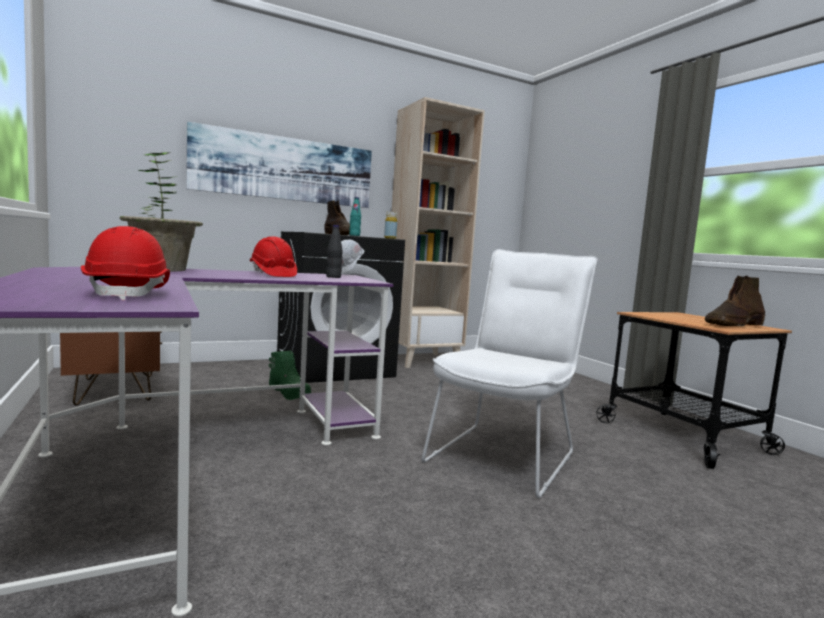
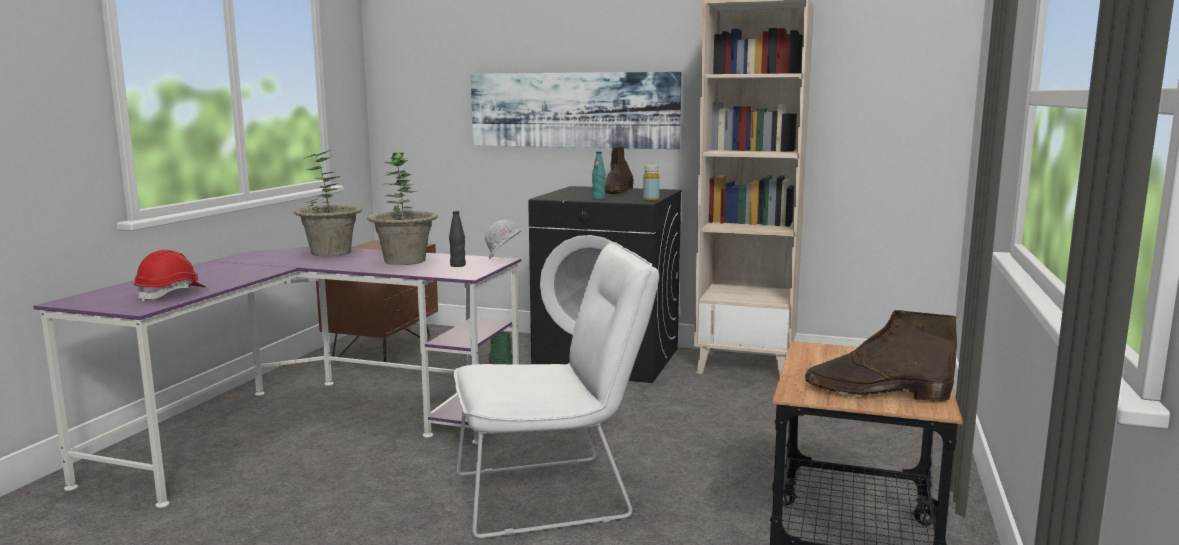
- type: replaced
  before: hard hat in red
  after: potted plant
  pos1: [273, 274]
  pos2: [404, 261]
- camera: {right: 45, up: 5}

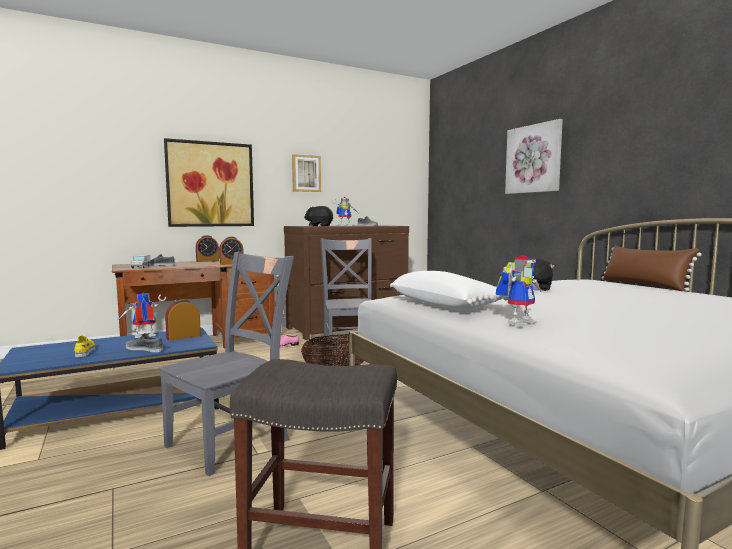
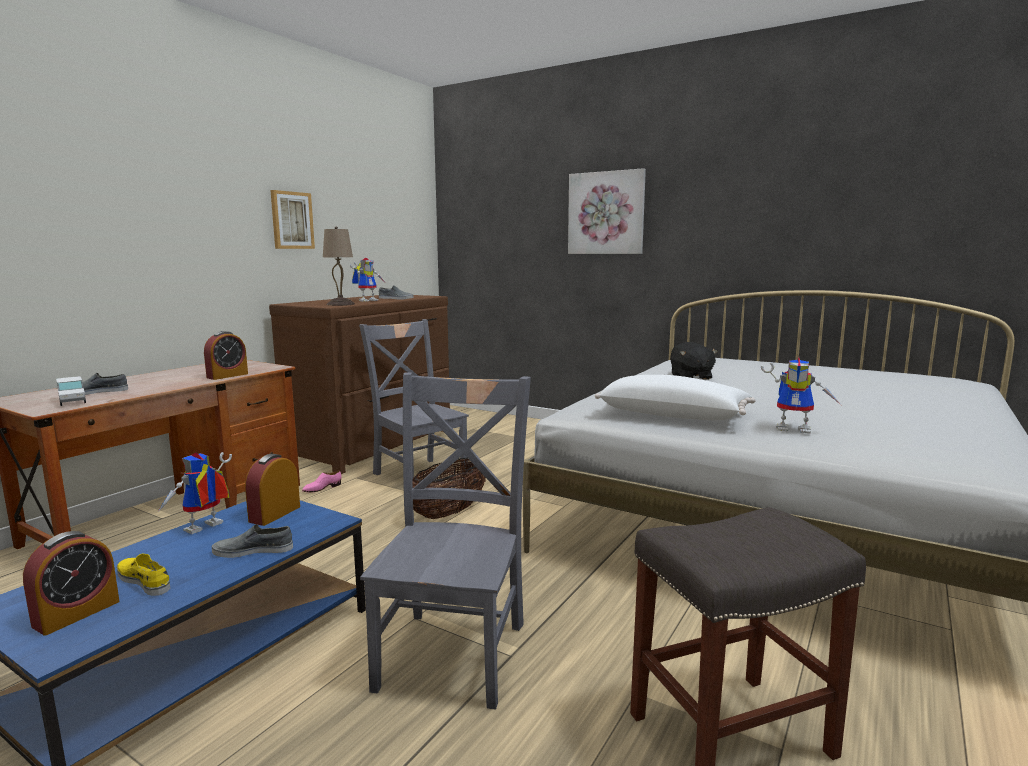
- type: removed
  before: picture
  pos1: [210, 184]
- type: moved
  before: alarm clock
  pos1: [207, 261]
  pos2: [76, 613]
- type: replaced
  before: plush toy in black
  after: table lamp in beige
  pos1: [319, 226]
  pos2: [341, 304]
- type: turned
  before: toy robot
  pos1: [519, 322]
  pos2: [796, 429]
  turn: 90
- type: removed
  before: pillow in brown
  pos1: [644, 285]
- camera: {right: -30, up: 5}

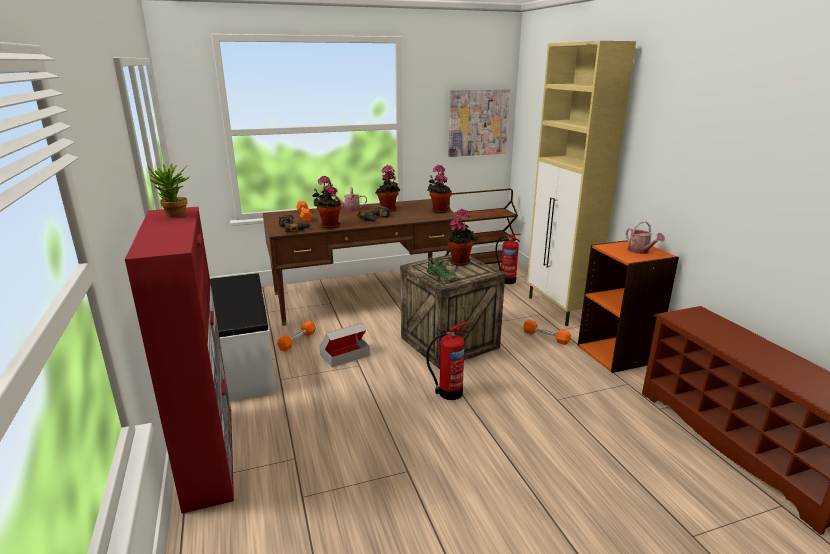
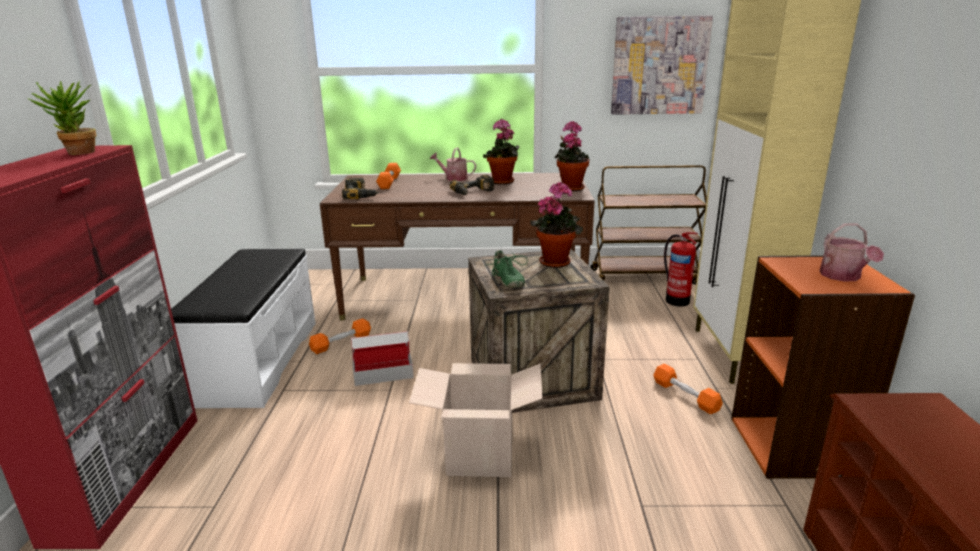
- type: removed
  before: potted plant
  pos1: [328, 226]
- type: replaced
  before: fire extinguisher
  after: cardboard box
  pos1: [448, 393]
  pos2: [480, 456]
- camera: {right: 20, up: 0}

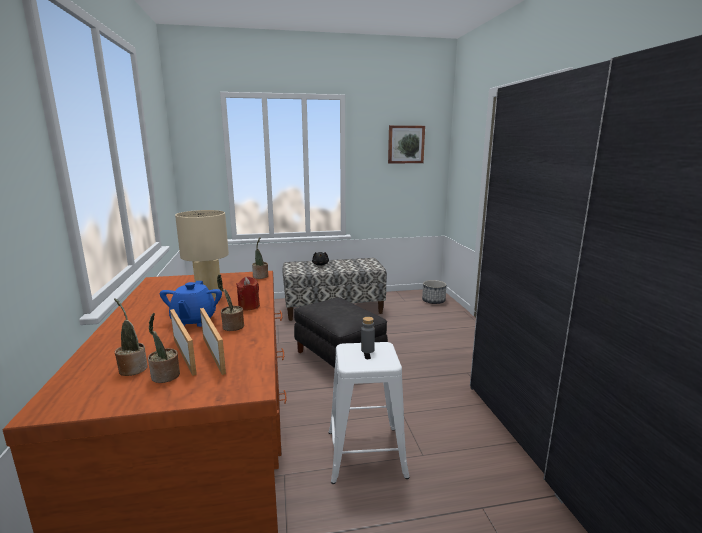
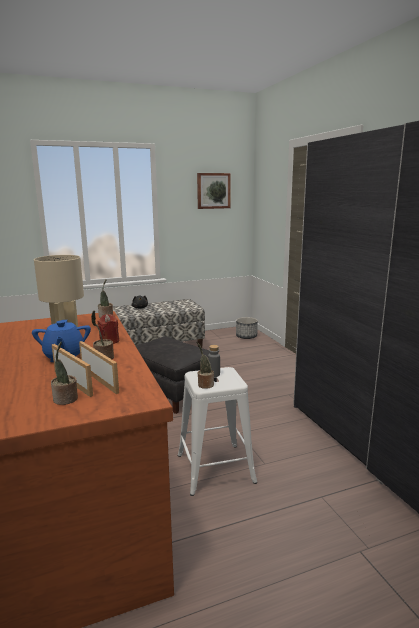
- type: moved
  before: potted plant
  pos1: [132, 368]
  pos2: [204, 384]
- camera: {right: -10, up: 0}

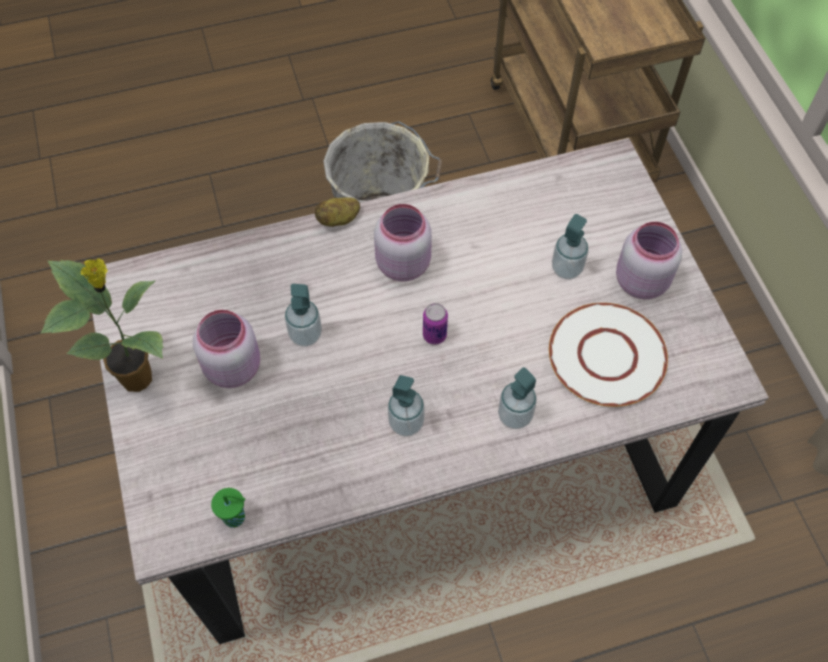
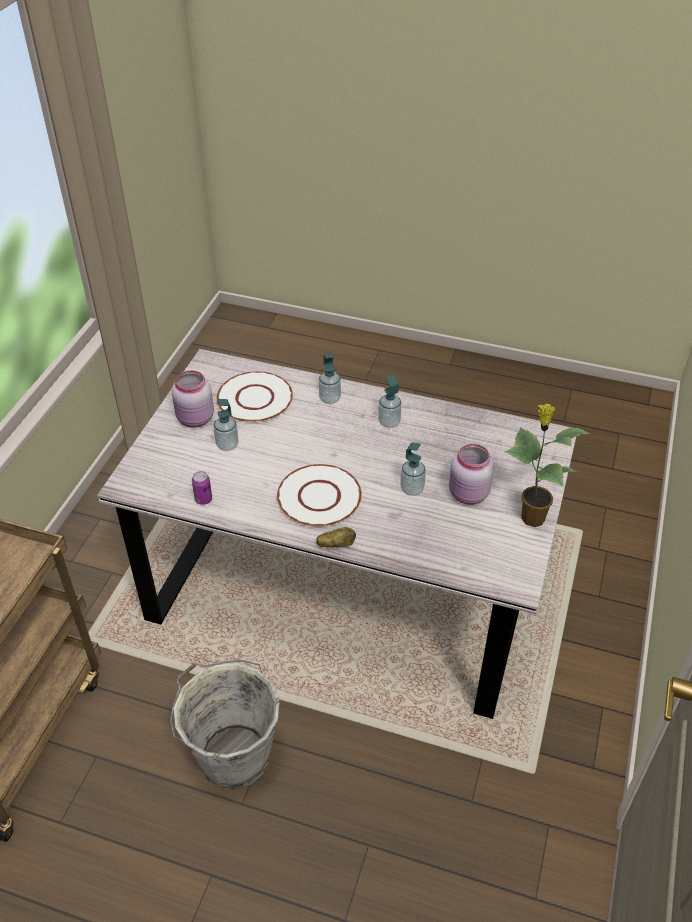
- type: removed
  before: cup in green
  pos1: [235, 517]
- type: replaced
  before: jar in pink
  after: plate in white
  pos1: [402, 263]
  pos2: [319, 497]
- type: moved
  before: can
  pos1: [434, 335]
  pos2: [203, 499]
- camera: {right: -145, up: -15}

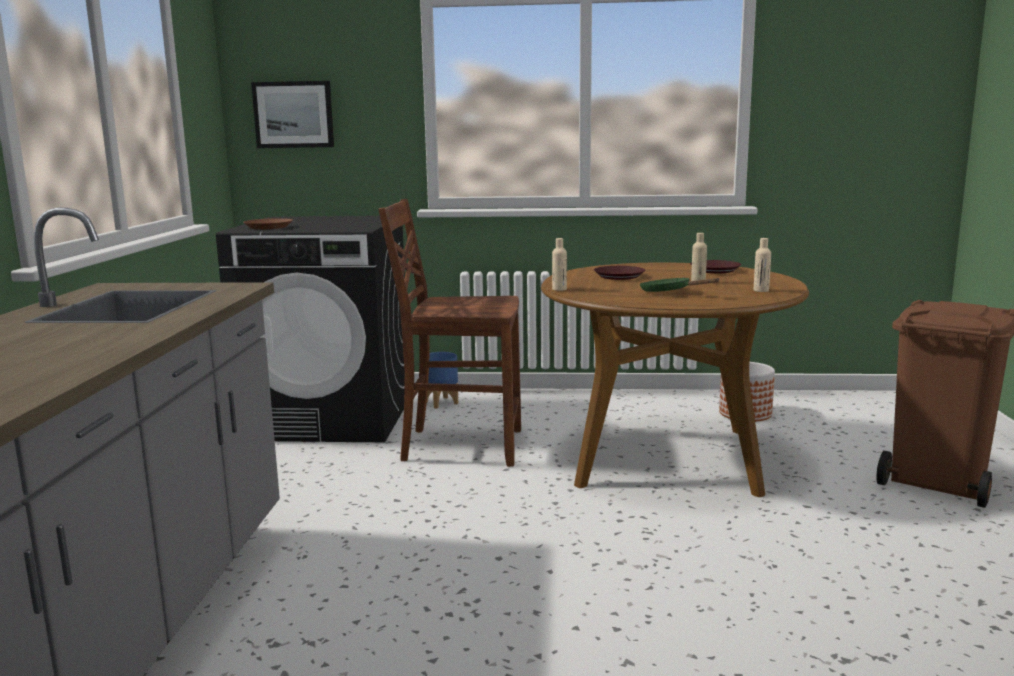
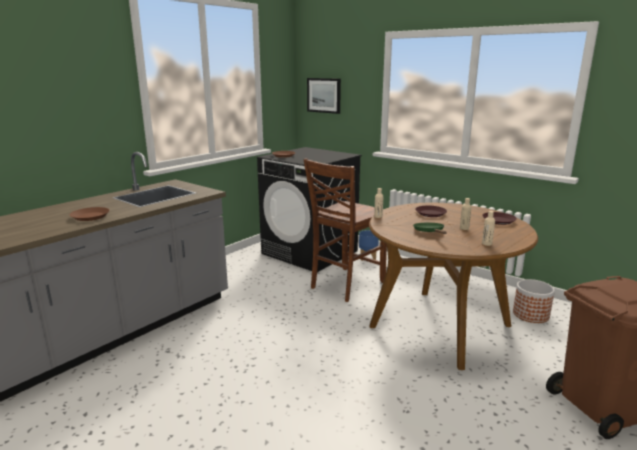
- type: turned
  before: chair in brown
  pos1: [460, 446]
  pos2: [345, 285]
  turn: -90
- type: added
  after: plate in brown
  pos2: [91, 217]
- camera: {right: 35, up: 5}

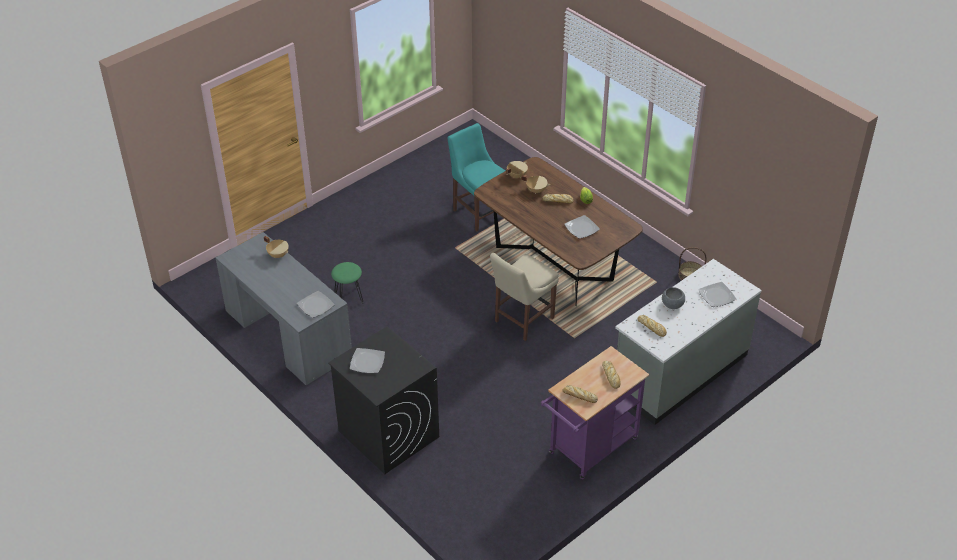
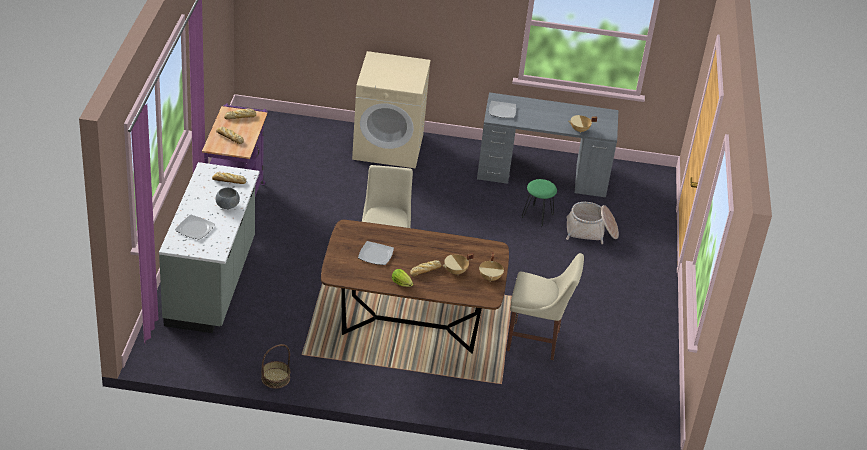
- type: recoloured
  before: washing machine in black
  after: washing machine in beige
  pos1: [388, 433]
  pos2: [388, 146]
- type: removed
  before: plate
  pos1: [368, 362]
- type: recoloured
  before: chair in turquoise
  after: chair in beige
  pos1: [478, 211]
  pos2: [536, 341]
- type: added
  after: basket
  pos2: [591, 232]
- camera: {right: 135, up: -5}

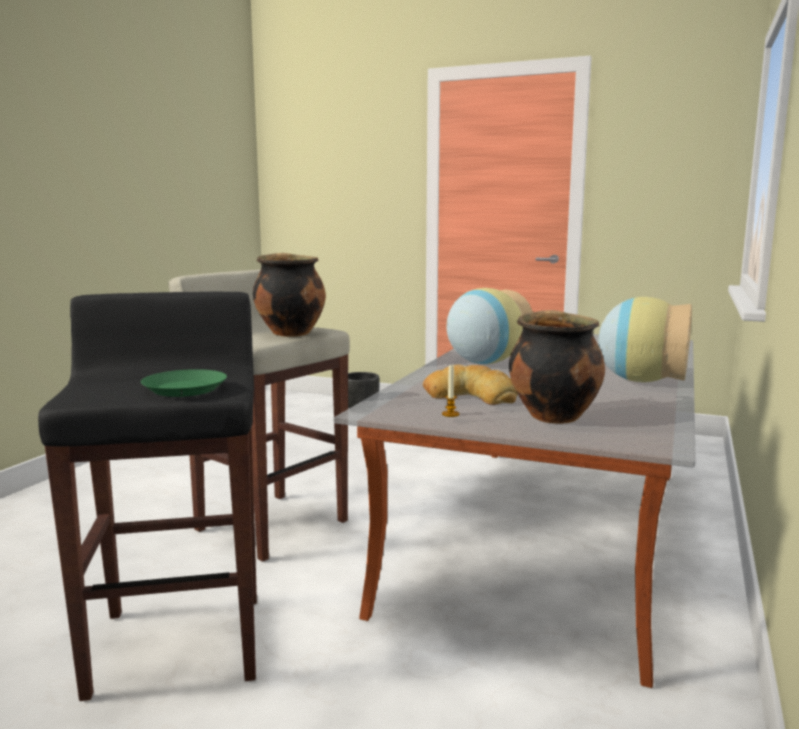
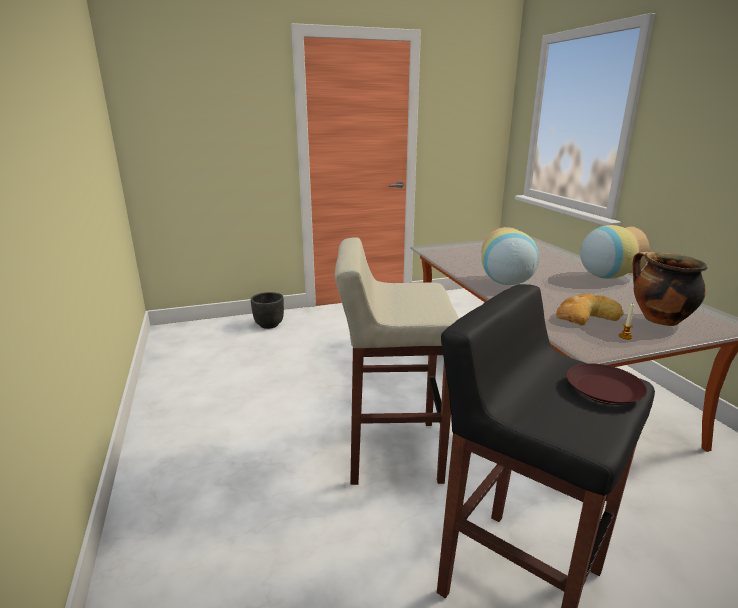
- type: recoloured
  before: plate in green
  after: plate in brown
  pos1: [184, 389]
  pos2: [603, 390]
- type: removed
  before: cooking pot
  pos1: [289, 333]
- camera: {right: -40, up: 10}

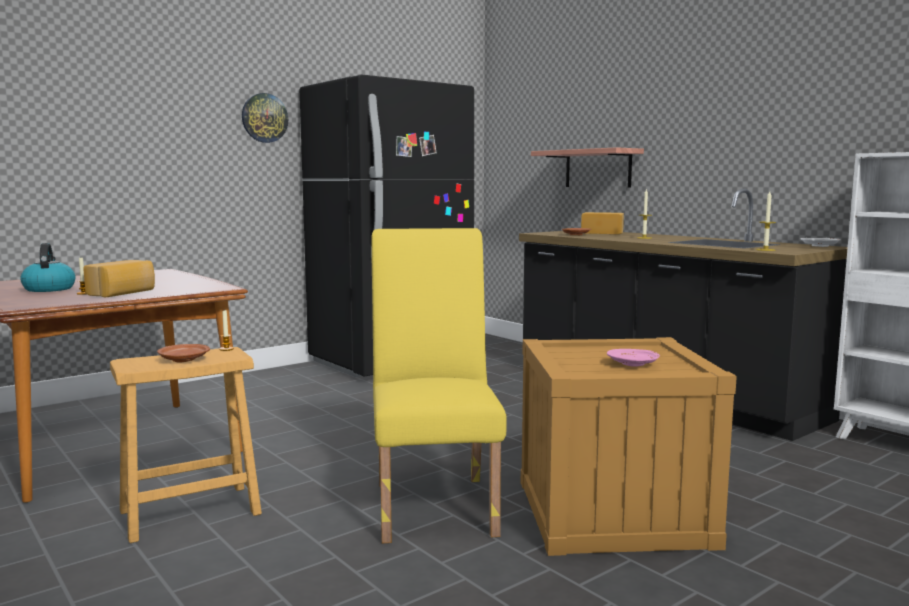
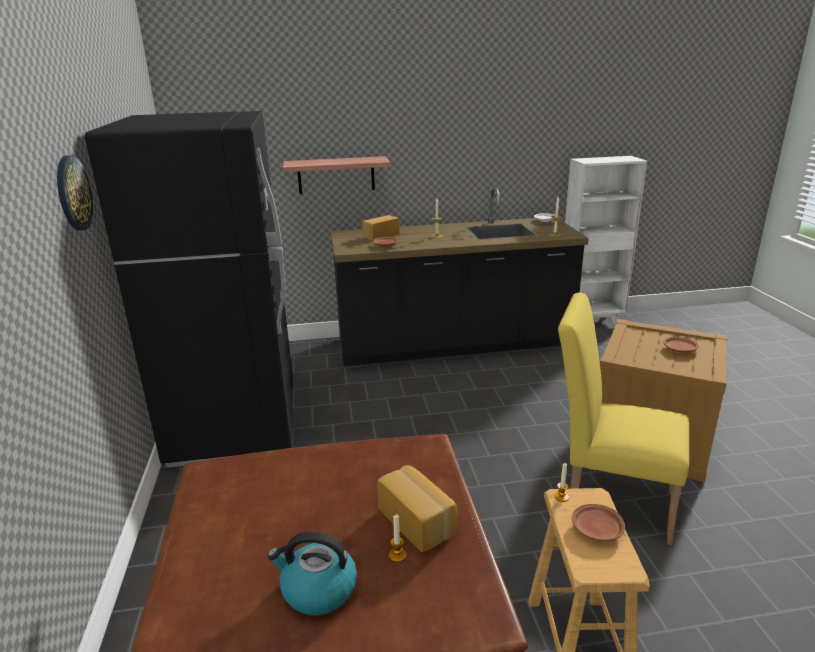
- type: recoloured
  before: plate in pink
  after: plate in brown
  pos1: [633, 364]
  pos2: [679, 349]
- camera: {right: -60, up: 15}

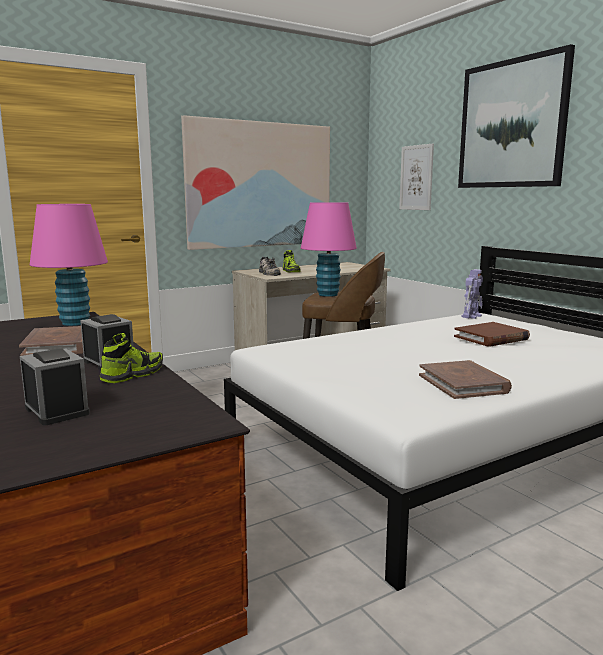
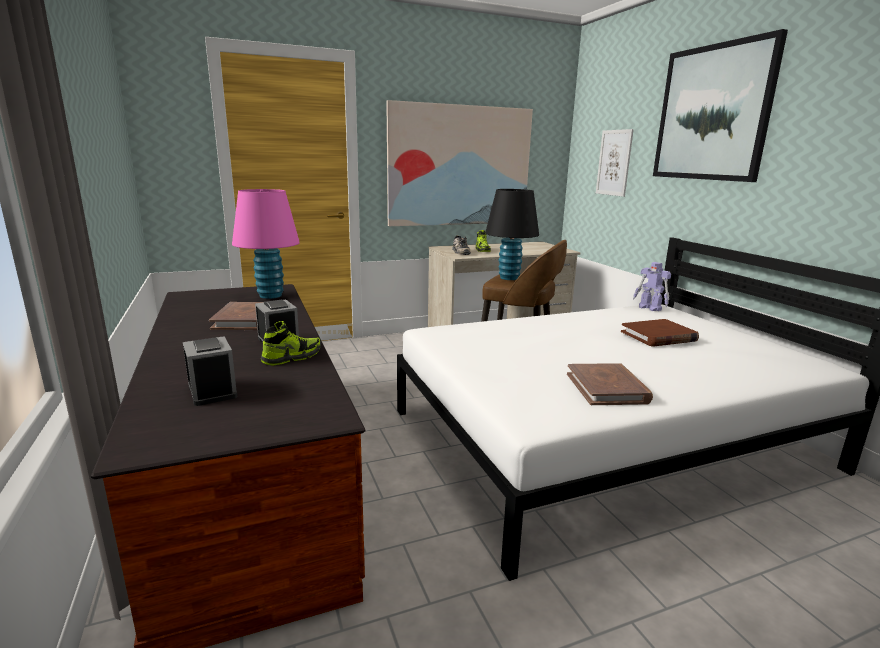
- type: recoloured
  before: table lamp in pink
  after: table lamp in black
  pos1: [328, 294]
  pos2: [509, 278]
- type: turned
  before: toy robot
  pos1: [471, 316]
  pos2: [650, 308]
  turn: 90
- camera: {right: 10, up: 5}

